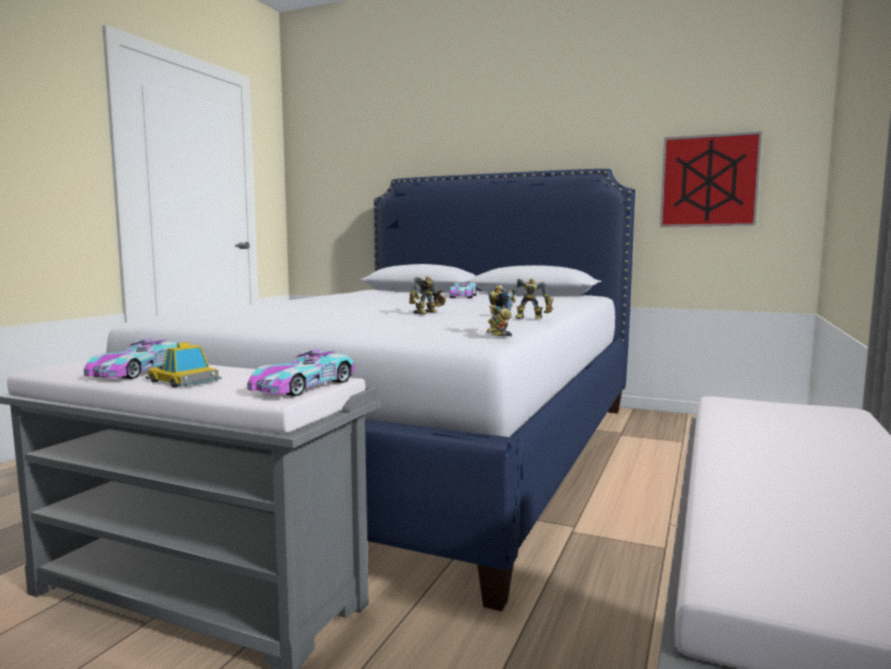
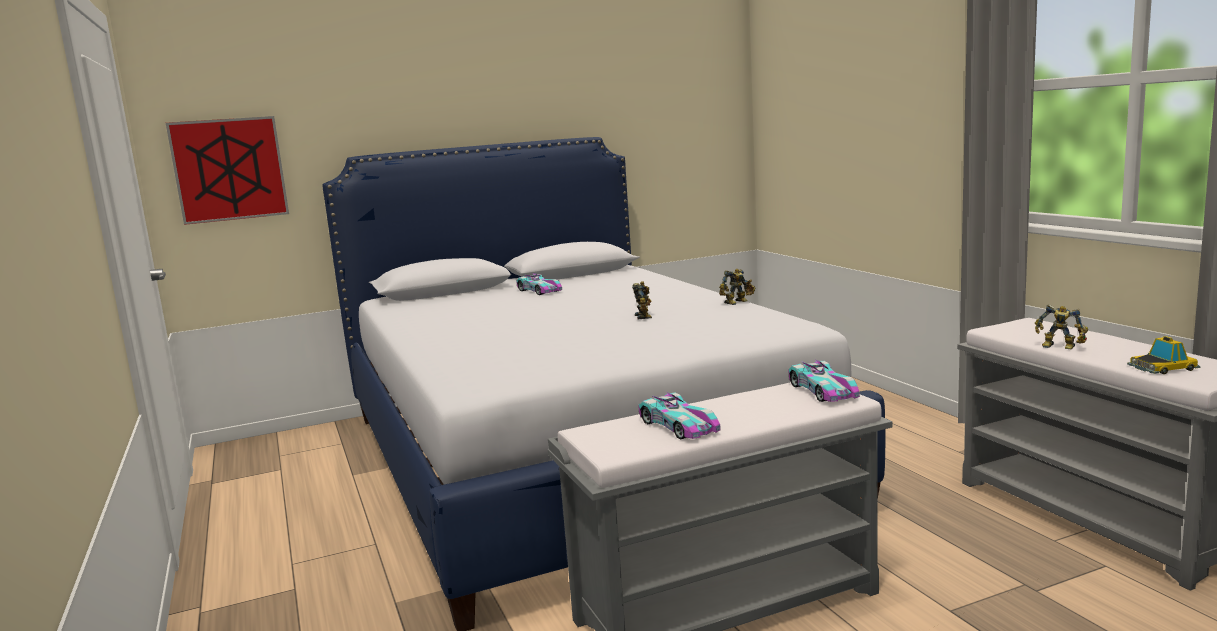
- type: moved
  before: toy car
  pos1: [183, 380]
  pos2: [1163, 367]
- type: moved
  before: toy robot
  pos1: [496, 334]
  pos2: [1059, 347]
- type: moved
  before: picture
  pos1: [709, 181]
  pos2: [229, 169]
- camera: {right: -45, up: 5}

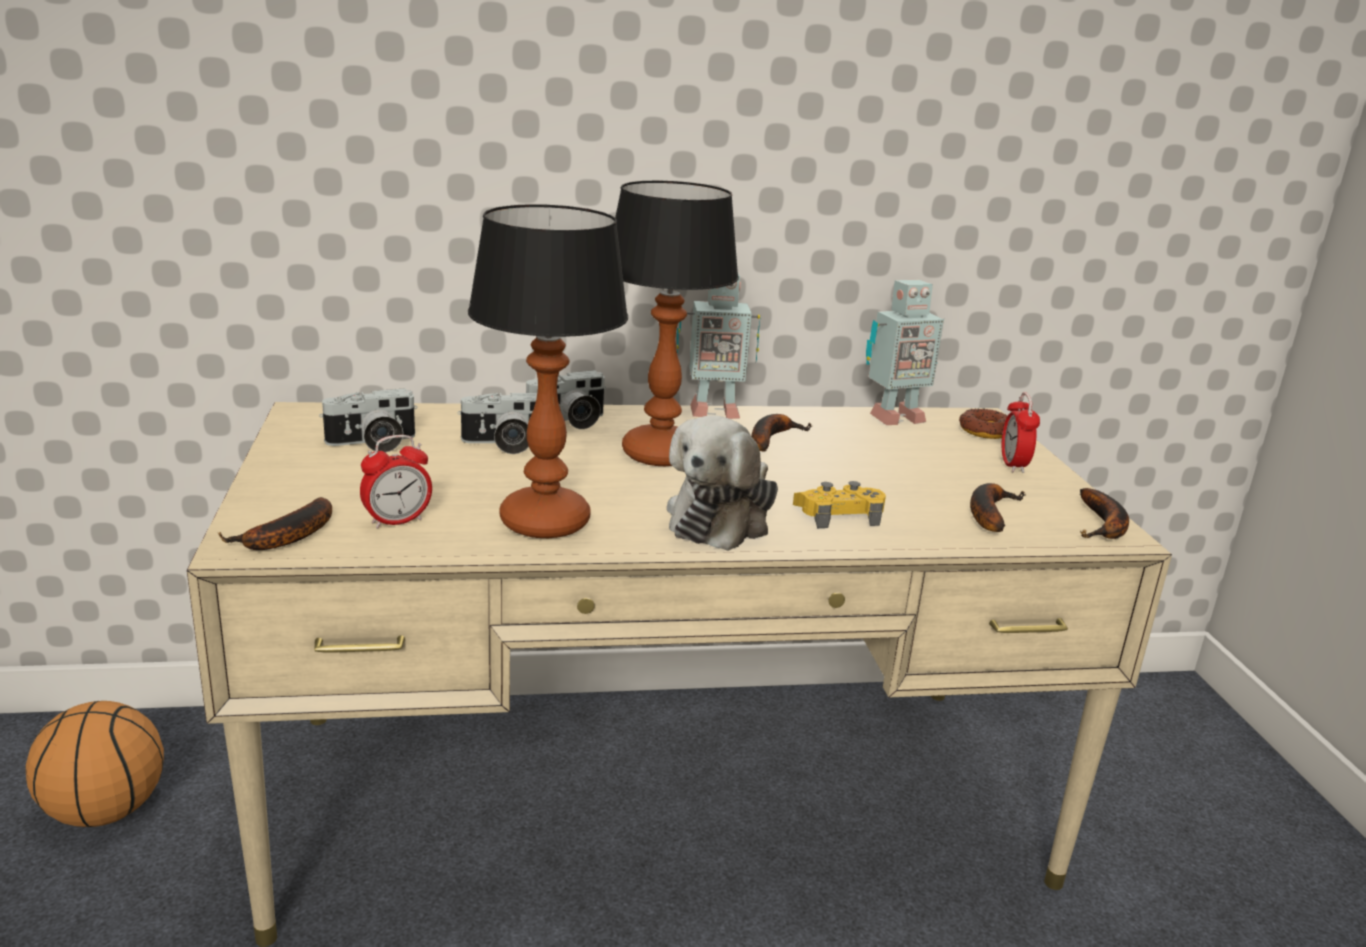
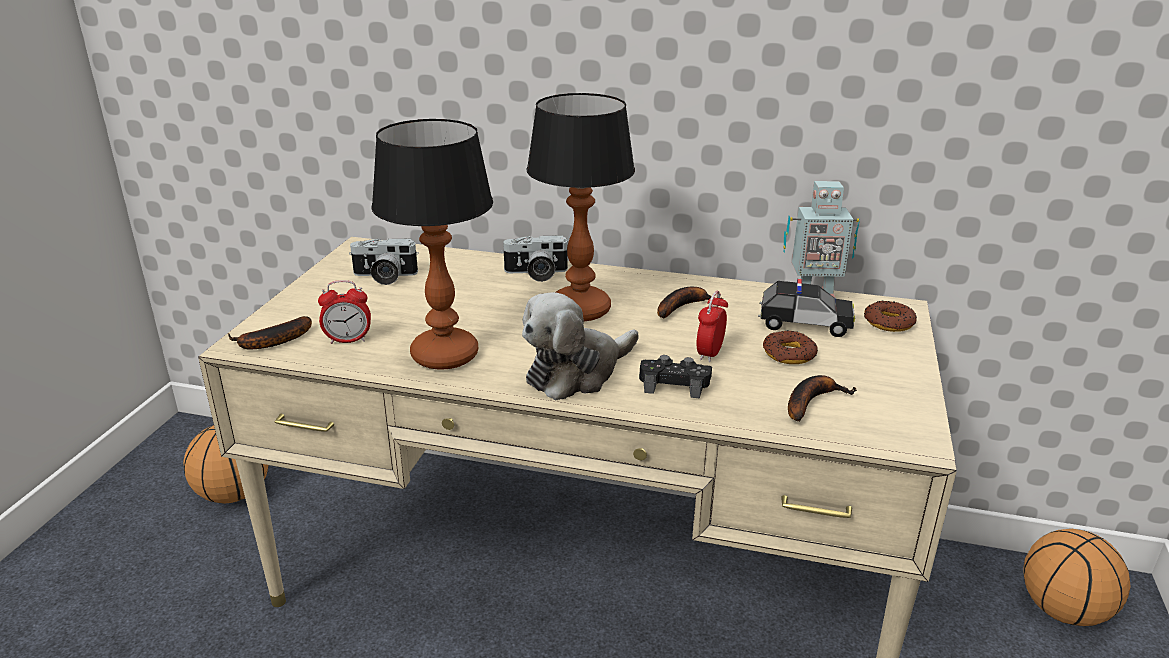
- type: removed
  before: photo camera
  pos1: [505, 444]
- type: removed
  before: toy robot
  pos1: [712, 411]
- type: recoloured
  before: game controller in yellow
  after: game controller in black
  pos1: [838, 515]
  pos2: [674, 384]
- type: moved
  before: alarm clock
  pos1: [1013, 465]
  pos2: [709, 353]
- type: removed
  before: banana
  pos1: [1104, 526]
- type: added
  after: toy car
  pos2: [804, 324]
- type: added
  after: donut
  pos2: [789, 354]
- type: added
  after: basketball
  pos2: [1064, 611]
- camera: {right: 25, up: 5}

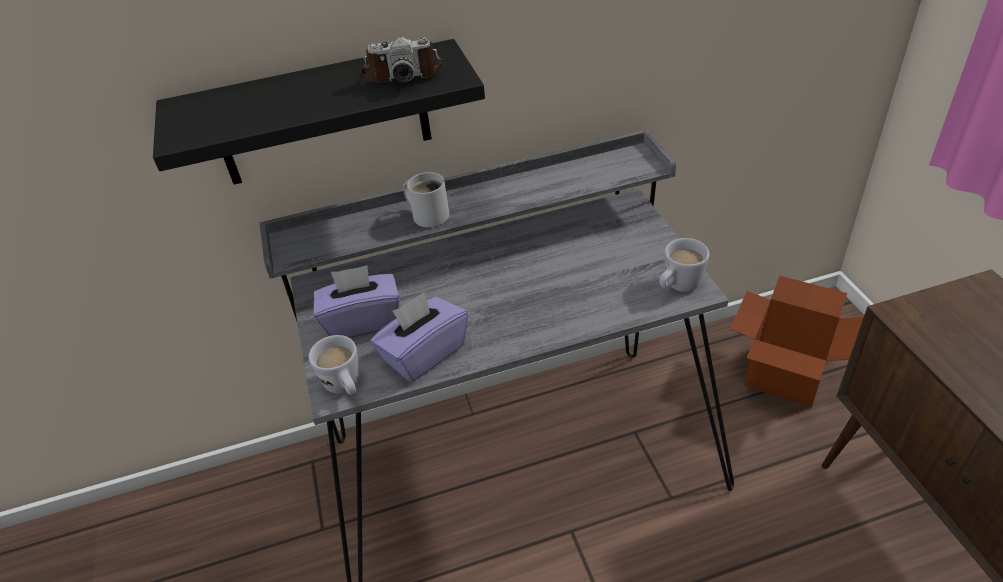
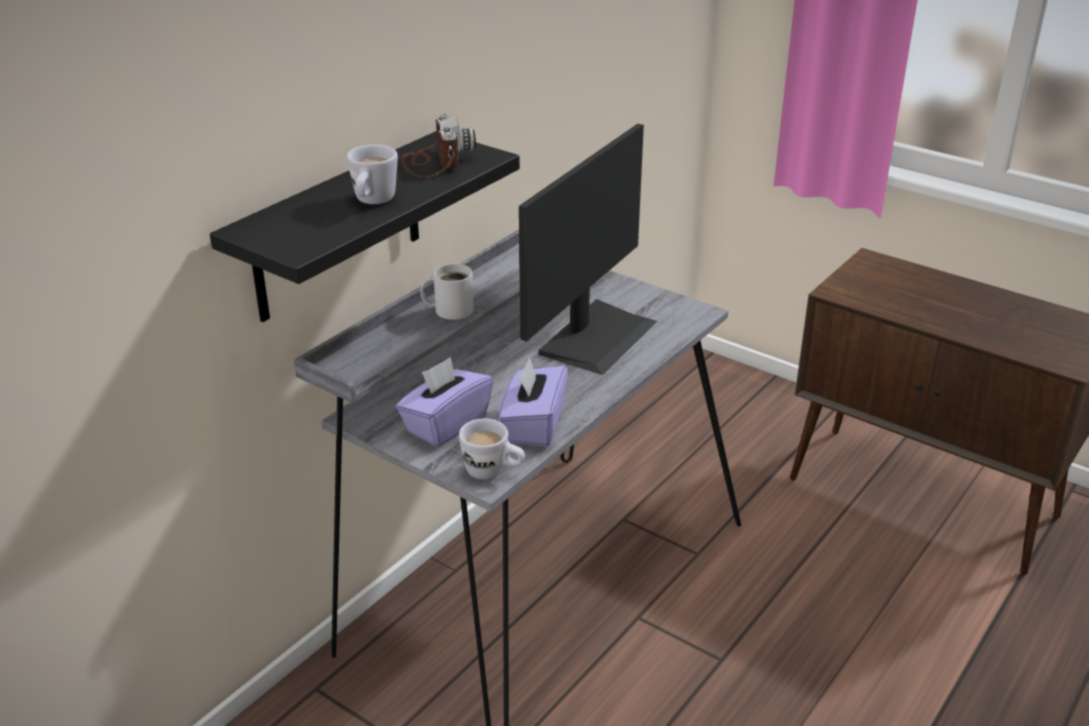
- type: turned
  before: photo camera
  pos1: [402, 73]
  pos2: [434, 162]
  turn: -60
- type: moved
  before: mug in white
  pos1: [678, 287]
  pos2: [372, 202]
- type: removed
  before: cardboard box
  pos1: [785, 374]
- type: added
  after: monitor
  pos2: [596, 336]
- camera: {right: -40, up: -10}

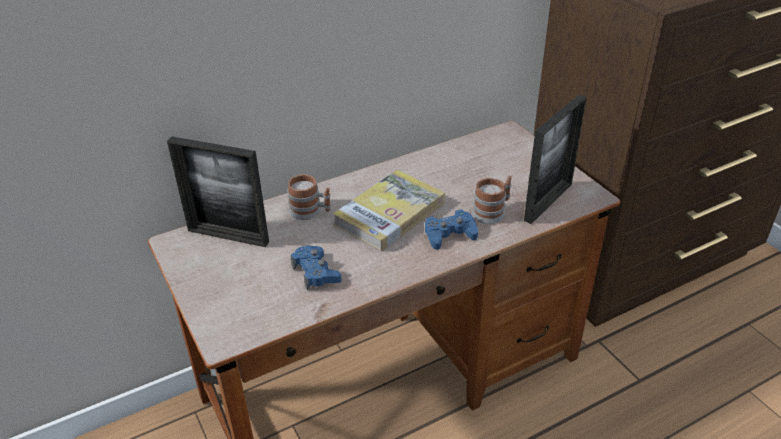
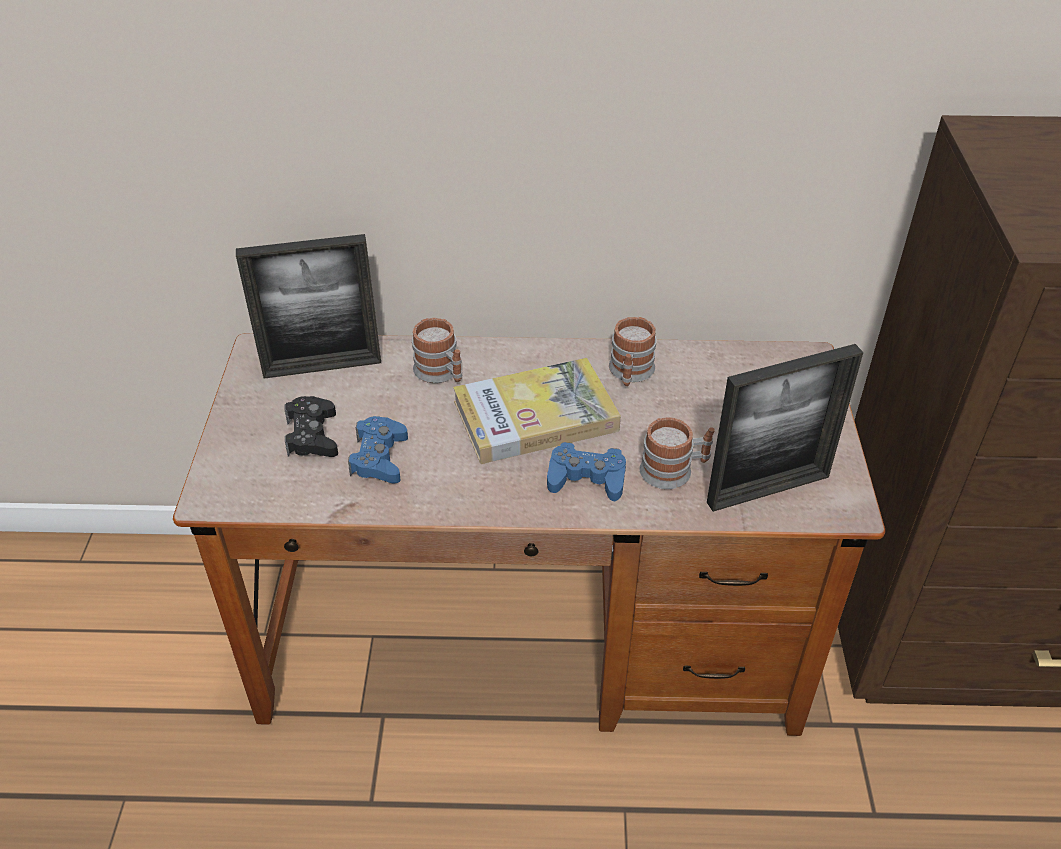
- type: turned
  before: picture frame
  pos1: [228, 236]
  pos2: [322, 367]
  turn: -60
- type: added
  after: game controller in black
  pos2: [312, 435]
- type: added
  after: mug
  pos2: [630, 373]
- camera: {right: 30, up: 5}

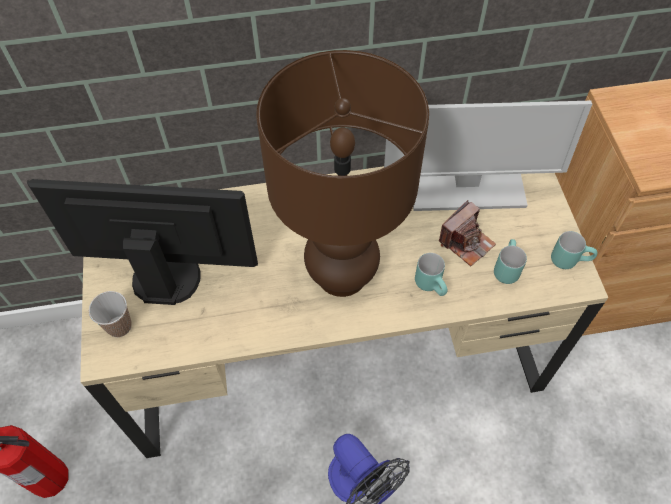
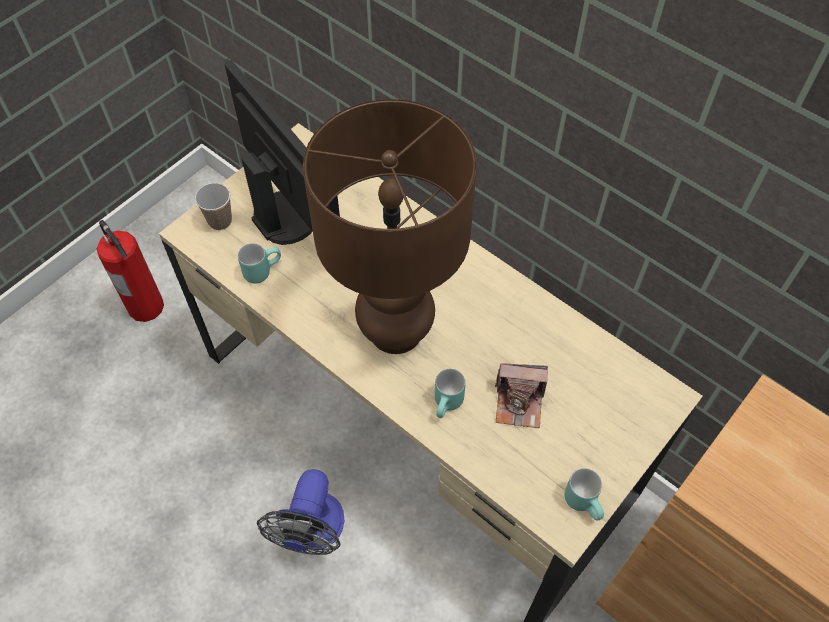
- type: removed
  before: monitor
  pos1: [465, 188]
- type: moved
  before: mug in turquoise
  pos1: [504, 268]
  pos2: [262, 270]
- camera: {right: 50, up: 0}

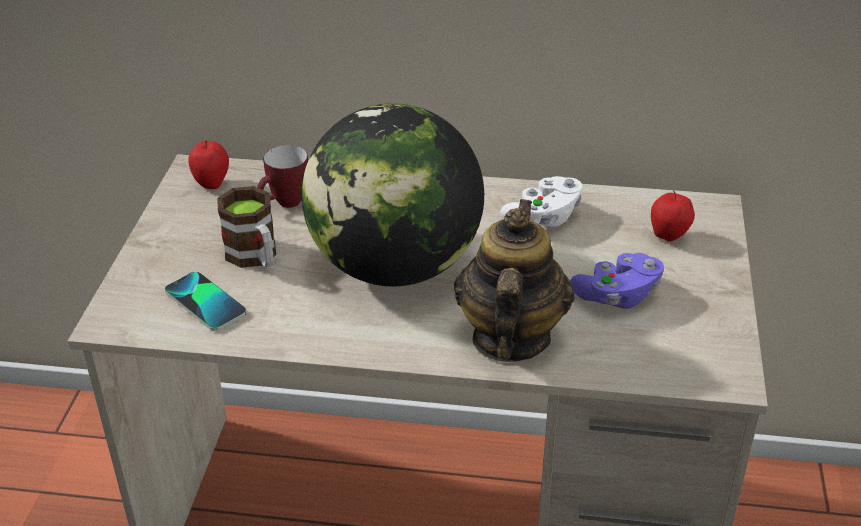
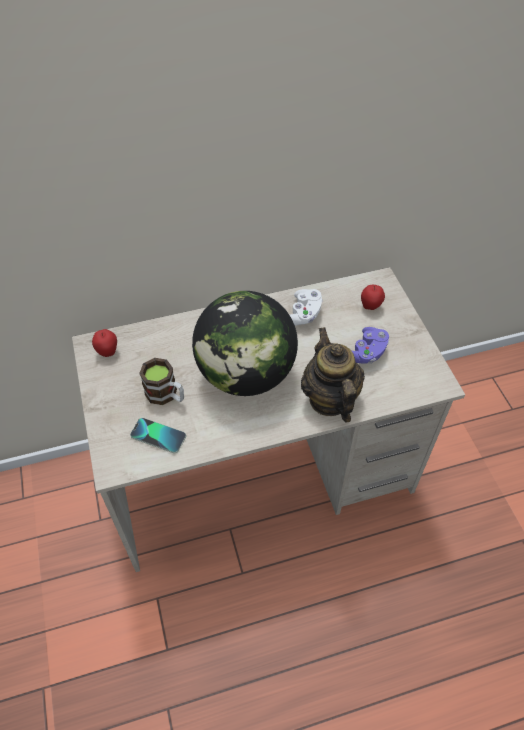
- type: removed
  before: mug
  pos1: [285, 204]
- camera: {right: -25, up: 15}

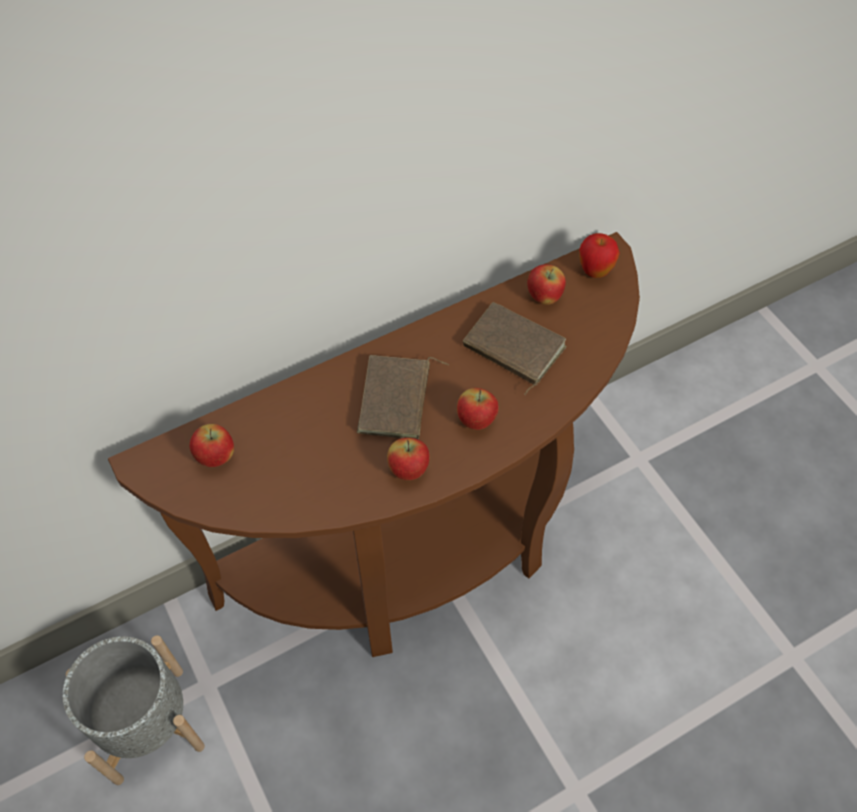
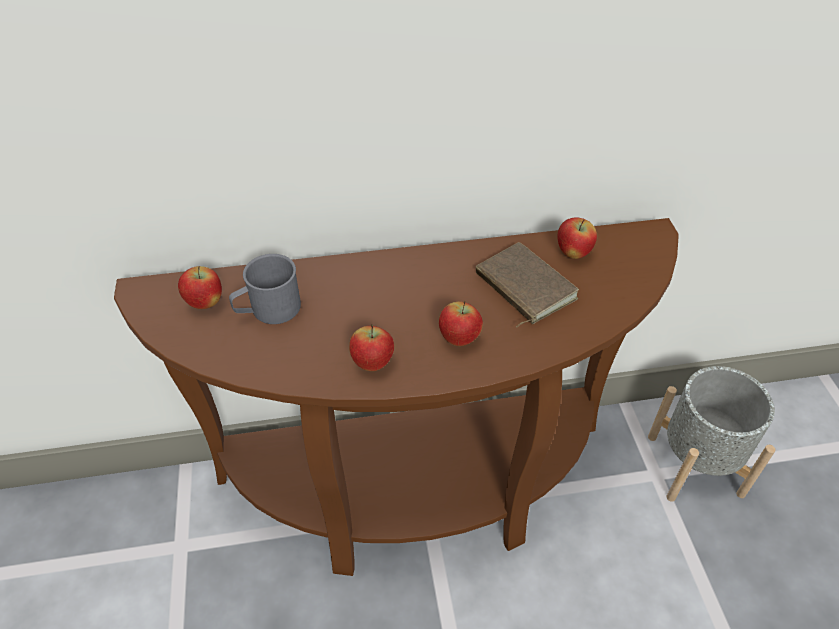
- type: moved
  before: planter in grey
  pos1: [150, 724]
  pos2: [695, 465]
- type: removed
  before: book in brown
  pos1: [397, 401]
- type: removed
  before: apple
  pos1: [594, 271]
- type: added
  after: mug in grey
  pos2: [268, 310]
- camera: {right: 20, up: -10}

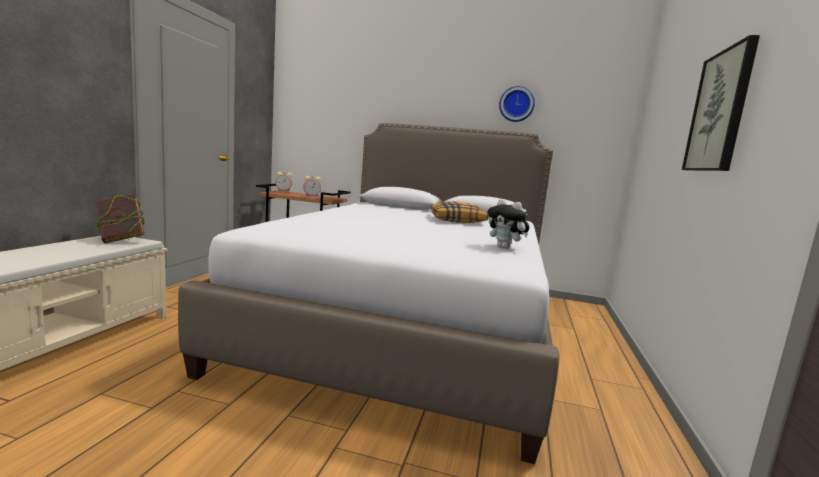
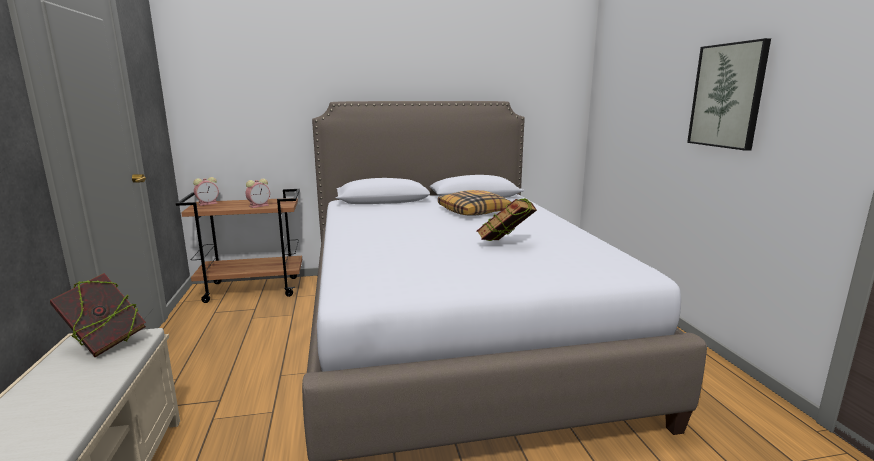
- type: removed
  before: plush toy
  pos1: [505, 248]
- type: removed
  before: wall clock
  pos1: [516, 104]
- type: added
  after: book
  pos2: [505, 245]
- camera: {right: -25, up: 5}

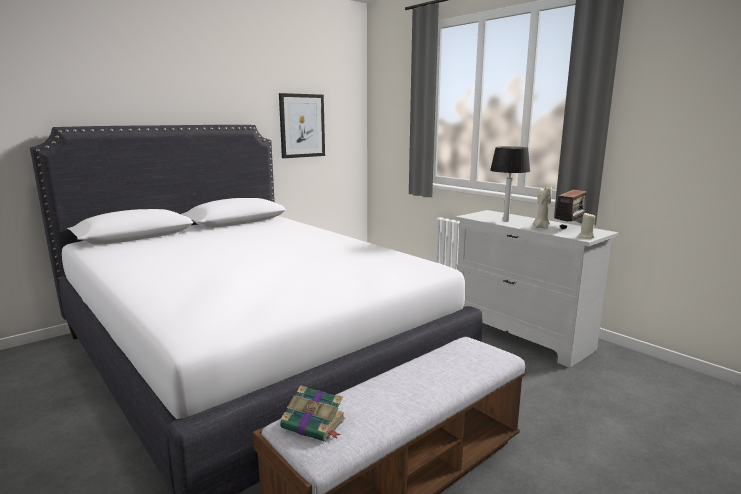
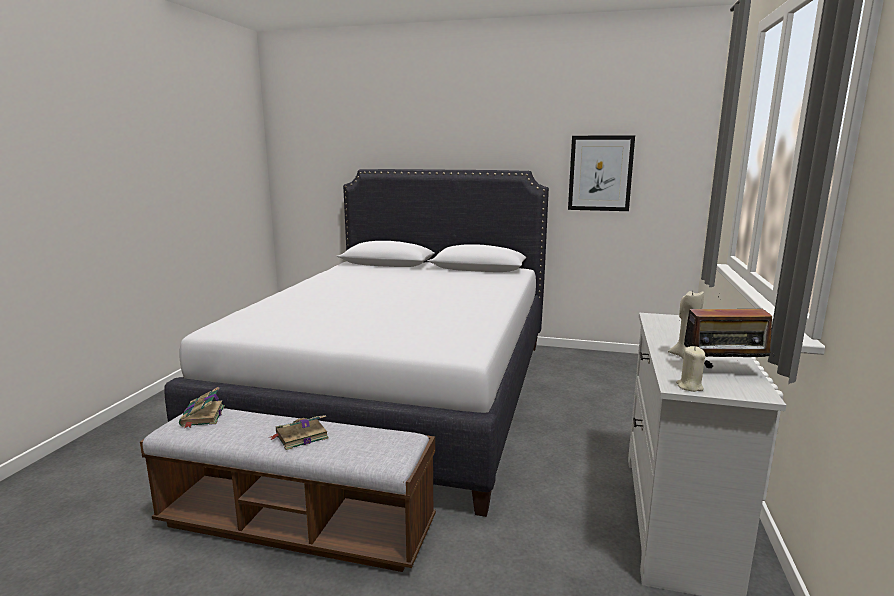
- type: removed
  before: table lamp
  pos1: [506, 221]
- type: added
  after: book
  pos2: [300, 436]
- camera: {right: 55, up: 0}

